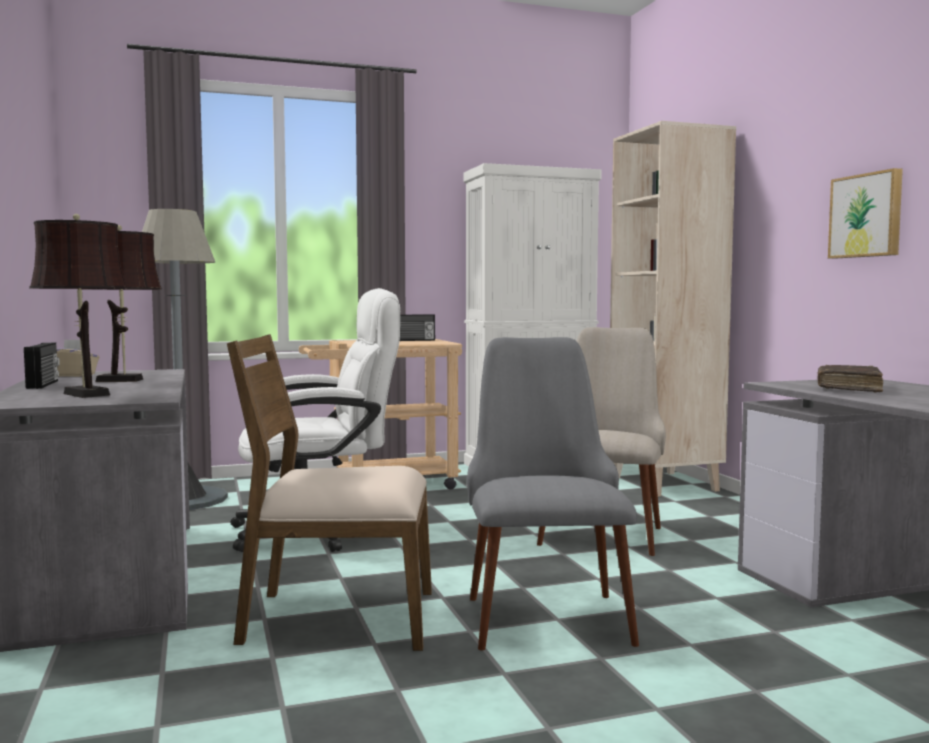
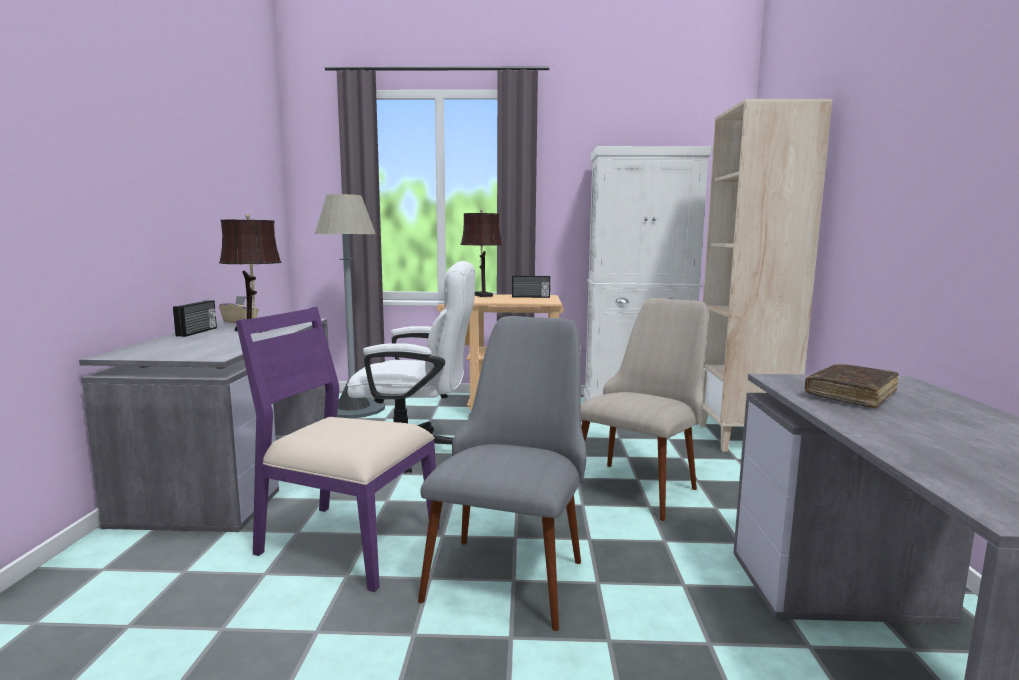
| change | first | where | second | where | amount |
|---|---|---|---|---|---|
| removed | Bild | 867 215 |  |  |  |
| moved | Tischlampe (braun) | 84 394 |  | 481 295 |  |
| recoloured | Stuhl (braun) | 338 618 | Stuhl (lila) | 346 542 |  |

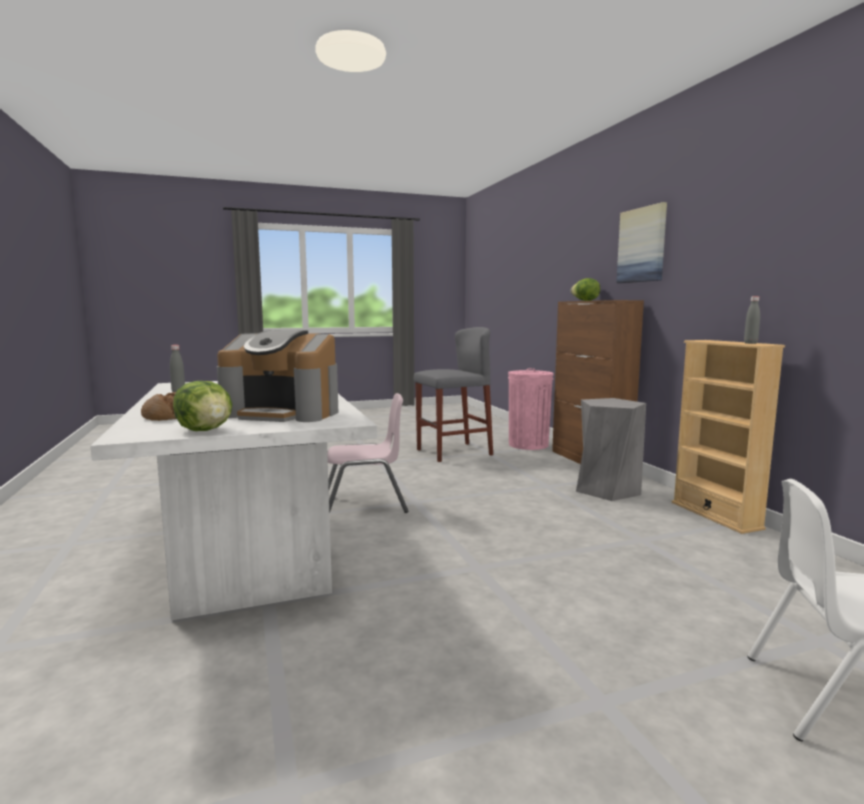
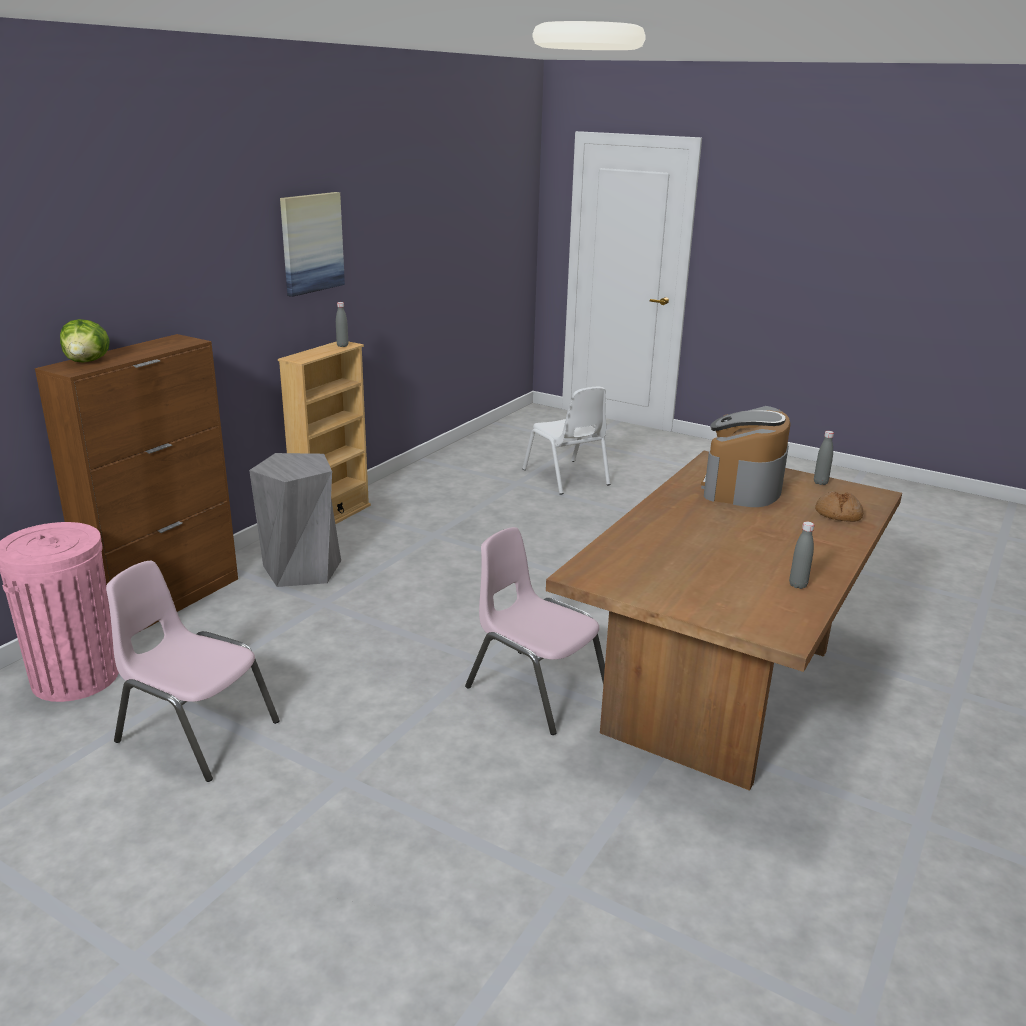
| change | first | where | second | where | amount |
|---|---|---|---|---|---|
| moved | Bild | 642 245 |  | 311 243 |  |
| replaced | Hocker (grau) | 454 452 | Stuhl (rosa) | 197 732 |  |
| turned | Kaffeemaschine | 283 413 |  | 742 486 | 135 degrees counterclockwise |
| recoloured | Esstisch (weiß) | 250 549 | Esstisch (braun) | 722 690 |  |
| replaced | Salatkopf | 206 430 | Flasche (grau) | 820 482 |  |

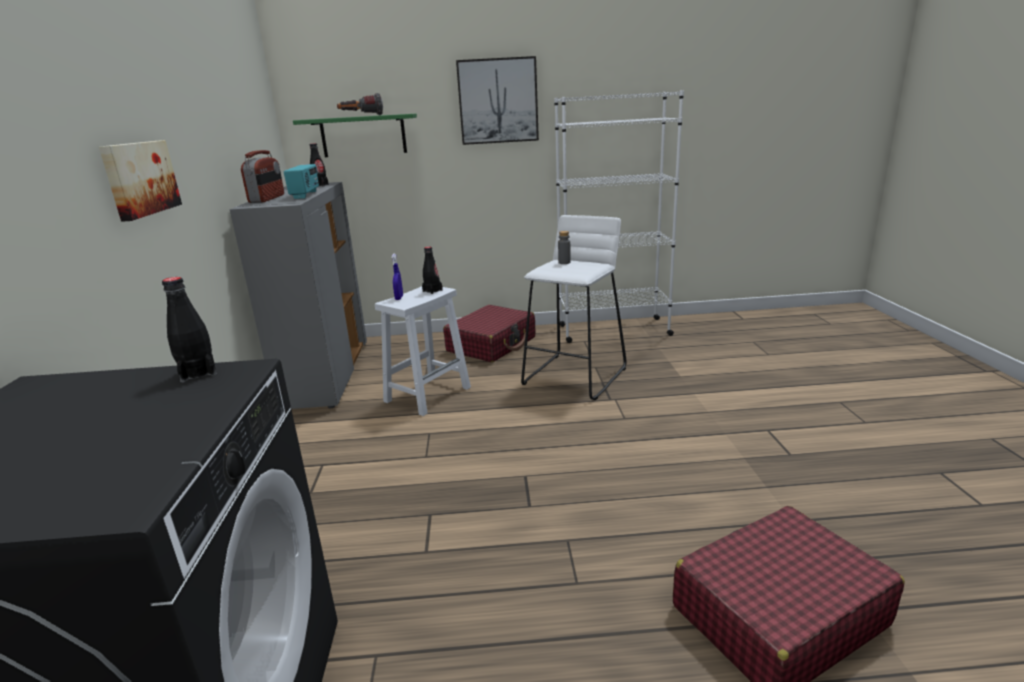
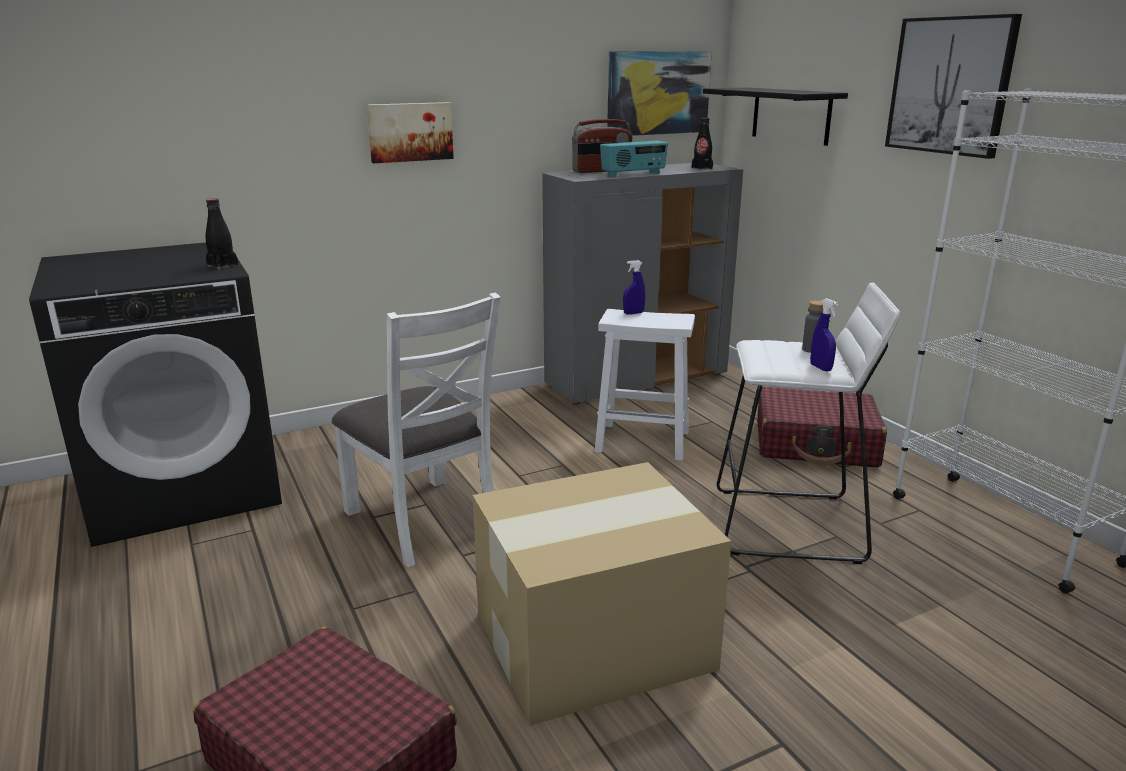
| change | first | where | second | where | amount |
|---|---|---|---|---|---|
| removed | Taschenlampe | 361 116 |  |  |  |
| recoloured | Wandregal (grün) | 363 135 | Wandregal (schwarz) | 791 115 |  |
| removed | Flasche (schwarz) | 432 291 |  |  |  |
| added |  |  | Bild | 658 93 |  |
| added |  |  | Stuhl (weiß) | 424 520 |  |
| added |  |  | Sprühflasche (blau) | 820 368 |  |
| added |  |  | Karton | 597 641 |  |

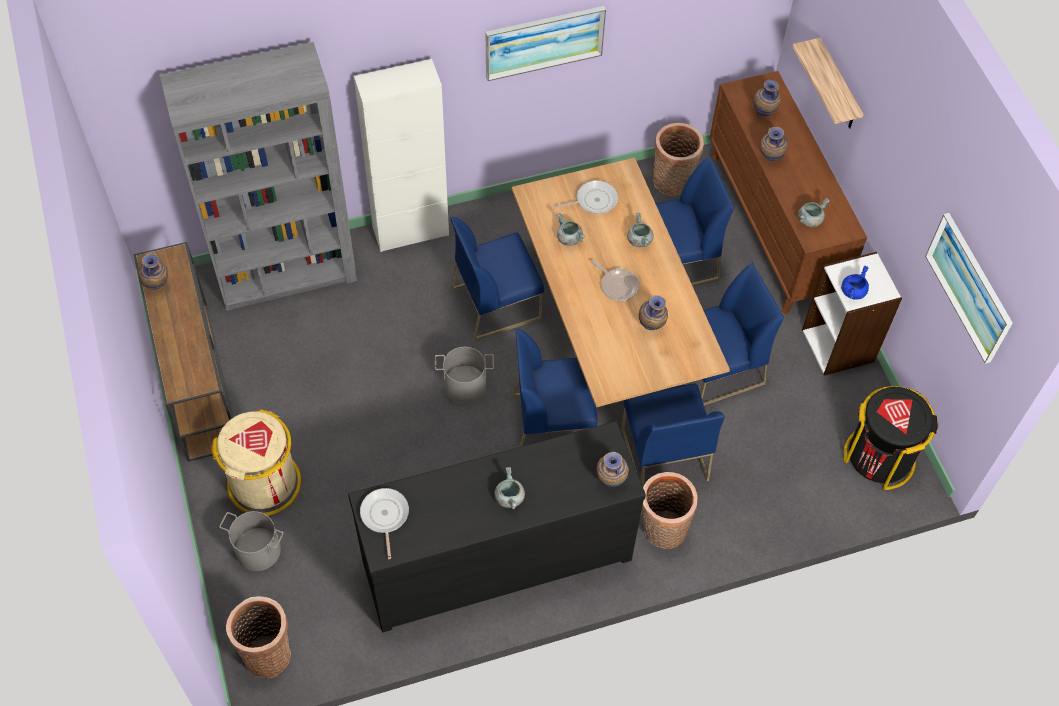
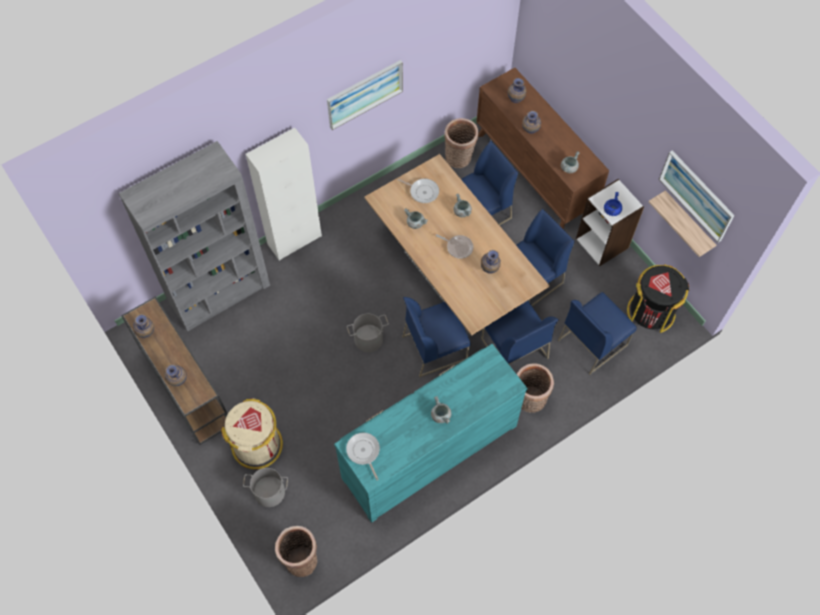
| change | first | where | second | where | amount |
|---|---|---|---|---|---|
| moved | Wandregal | 837 87 |  | 687 223 |  |
| turned | Pfanne | 594 200 |  | 422 191 | 60 degrees clockwise |
| moved | Stuhl (blau) | 496 303 |  | 592 342 |  |
| recoloured | Kommode (schwarz) | 495 558 | Kommode (türkis) | 428 451 |  |
| moved | Vase | 610 481 |  | 178 382 |  |

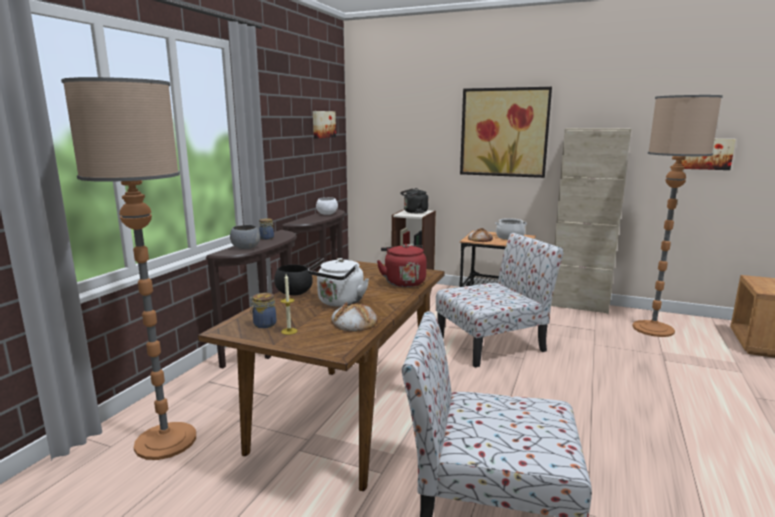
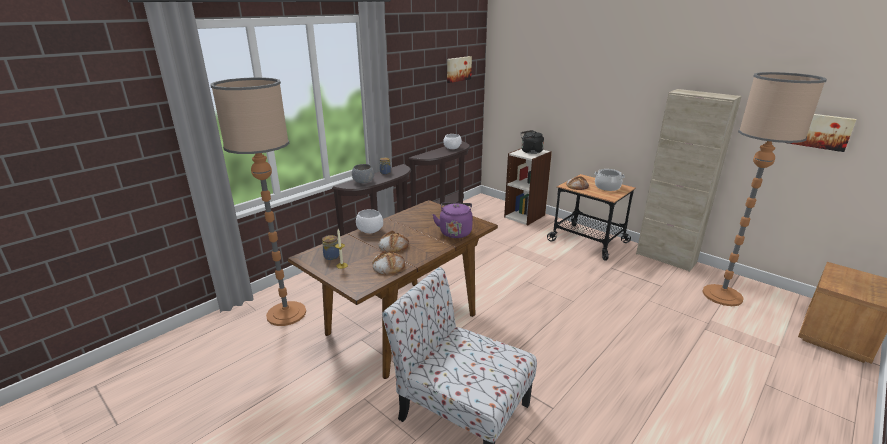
| change | first | where | second | where | amount |
|---|---|---|---|---|---|
| removed | Bild | 504 132 |  |  |  |
| removed | Stuhl | 493 344 |  |  |  |
| recoloured | Wasserkessel (rot) | 403 282 | Wasserkessel (lila) | 455 232 |  |
| replaced | Wasserkessel (weiß) | 339 302 | Brot | 393 245 |  |
| recoloured | Schüssel (schwarz) | 294 293 | Schüssel (weiß) | 370 231 |  |

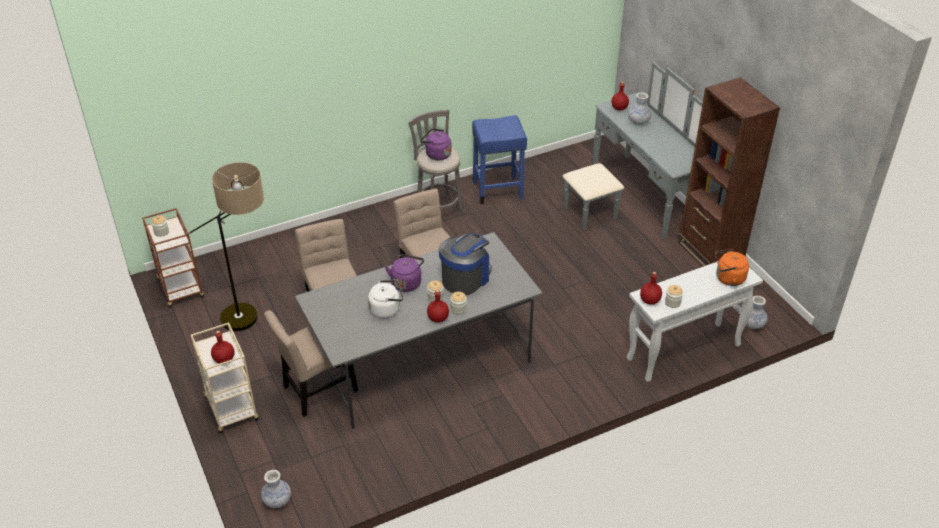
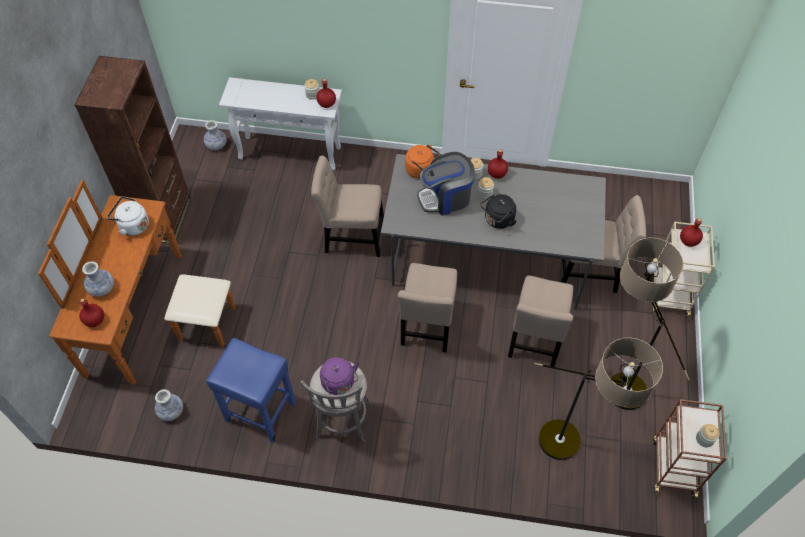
| change | first | where | second | where | amount |
|---|---|---|---|---|---|
| recoloured | Kommode (grau) | 632 199 | Kommode (braun) | 151 315 |  |
| moved | Wasserkessel (orange) | 728 278 |  | 421 170 |  |
| recoloured | Wasserkessel (lila) | 406 282 | Wasserkessel (schwarz) | 498 220 |  |
| moved | Wasserkessel (weiß) | 386 309 |  | 132 225 |  |
| moved | Vase | 277 500 |  | 171 411 |  |
| added |  |  | Stuhl (beige) | 351 238 |  |
| added |  |  | Stehlampe | 573 450 |  |

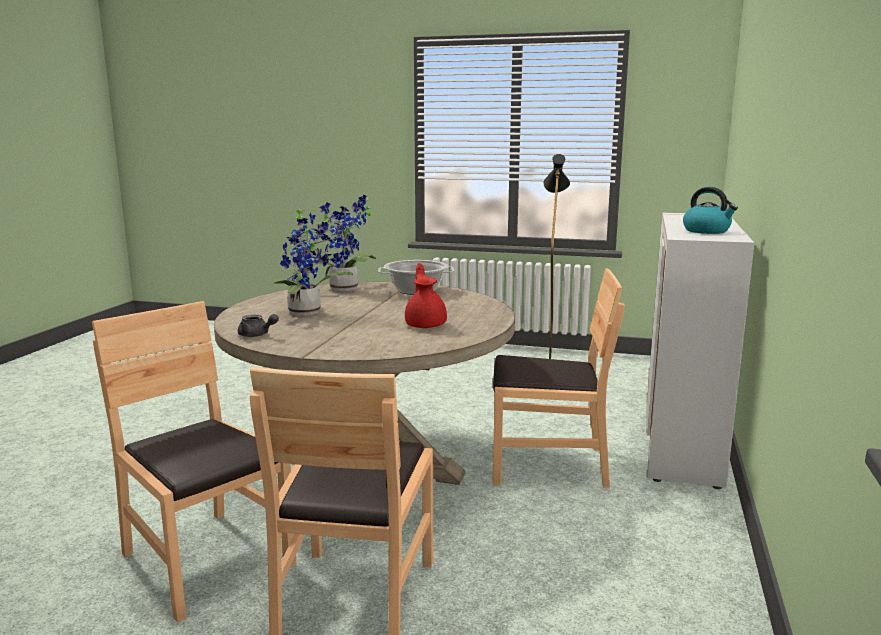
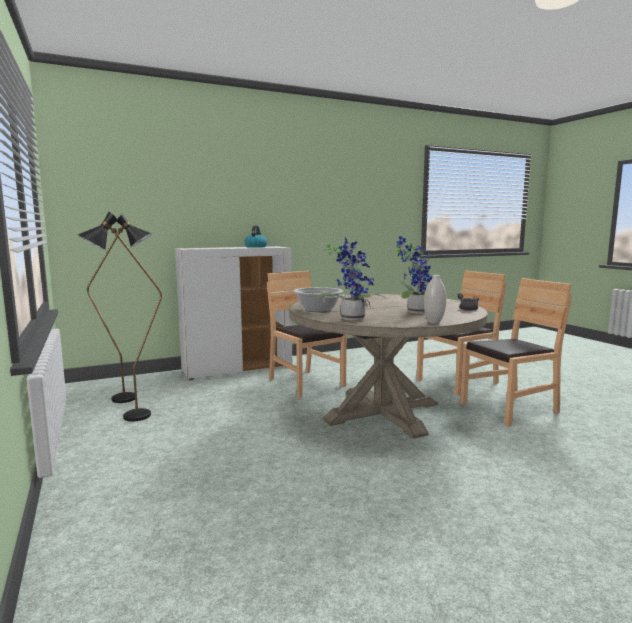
| change | first | where | second | where | amount |
|---|---|---|---|---|---|
| removed | Teekanne (rot) | 426 324 |  |  |  |
| turned | Stuhl (braun) | 205 560 |  | 509 408 | 120 degrees counterclockwise |
| added |  |  | Stehlampe (schwarz) | 134 398 |  |
| added |  |  | Vase (weiß) | 434 322 |  |

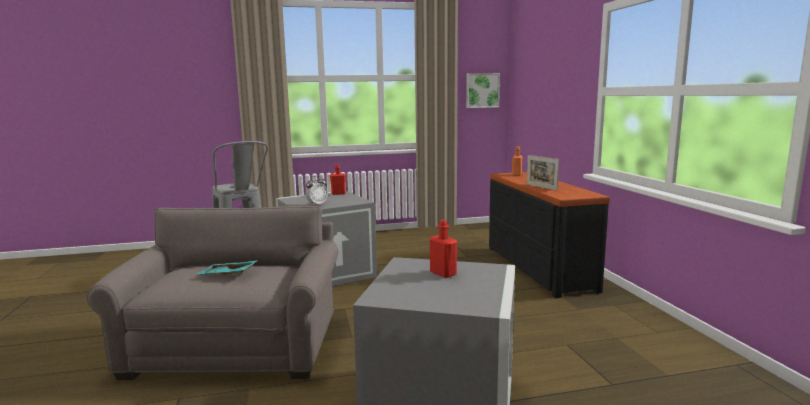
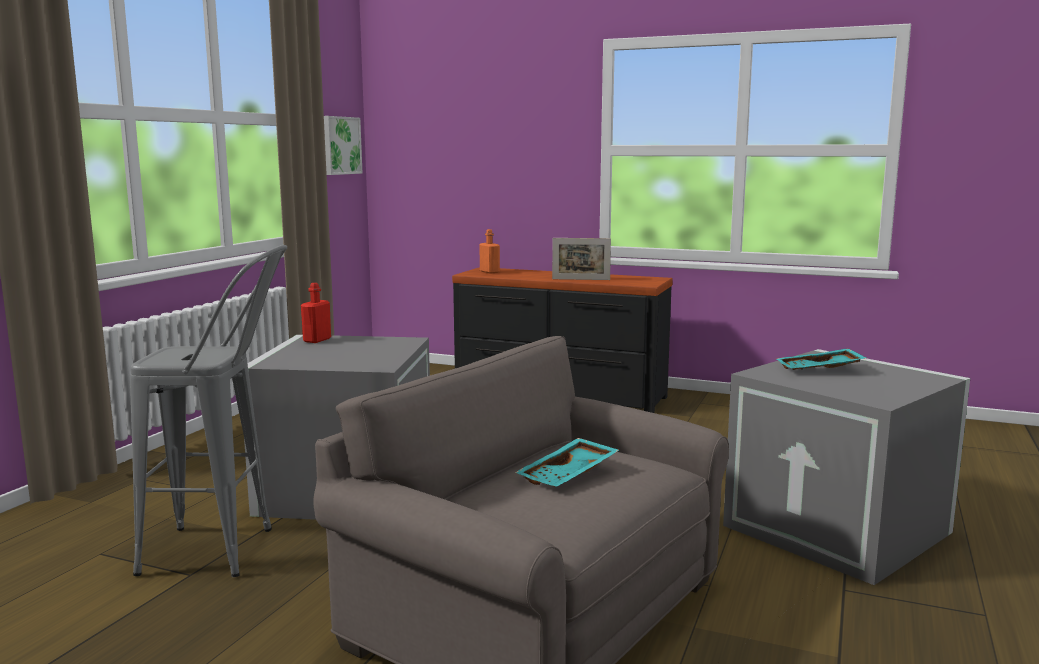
| change | first | where | second | where | amount |
|---|---|---|---|---|---|
| removed | Wecker | 317 204 |  |  |  |
| replaced | Flasche (rot) | 443 273 | Tablett (türkis) | 820 370 |  |

